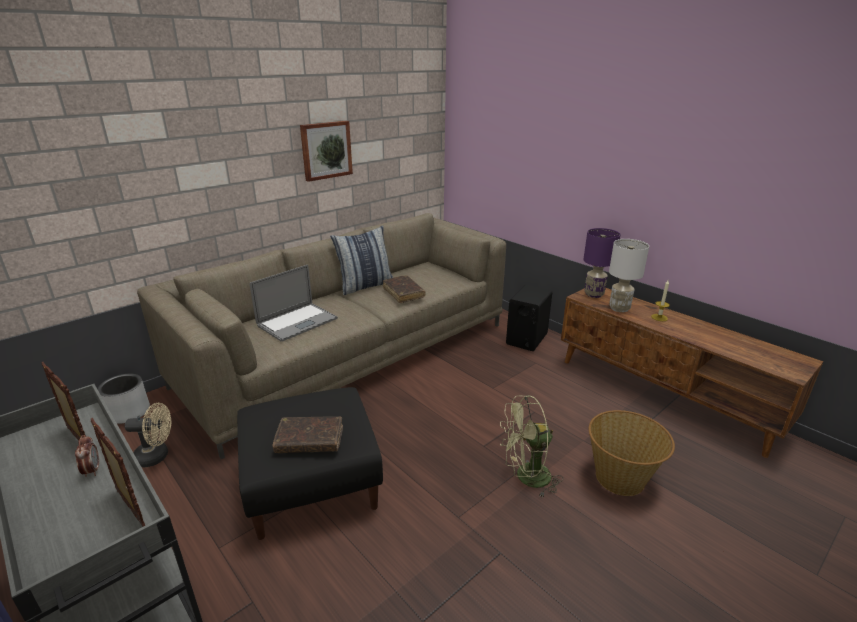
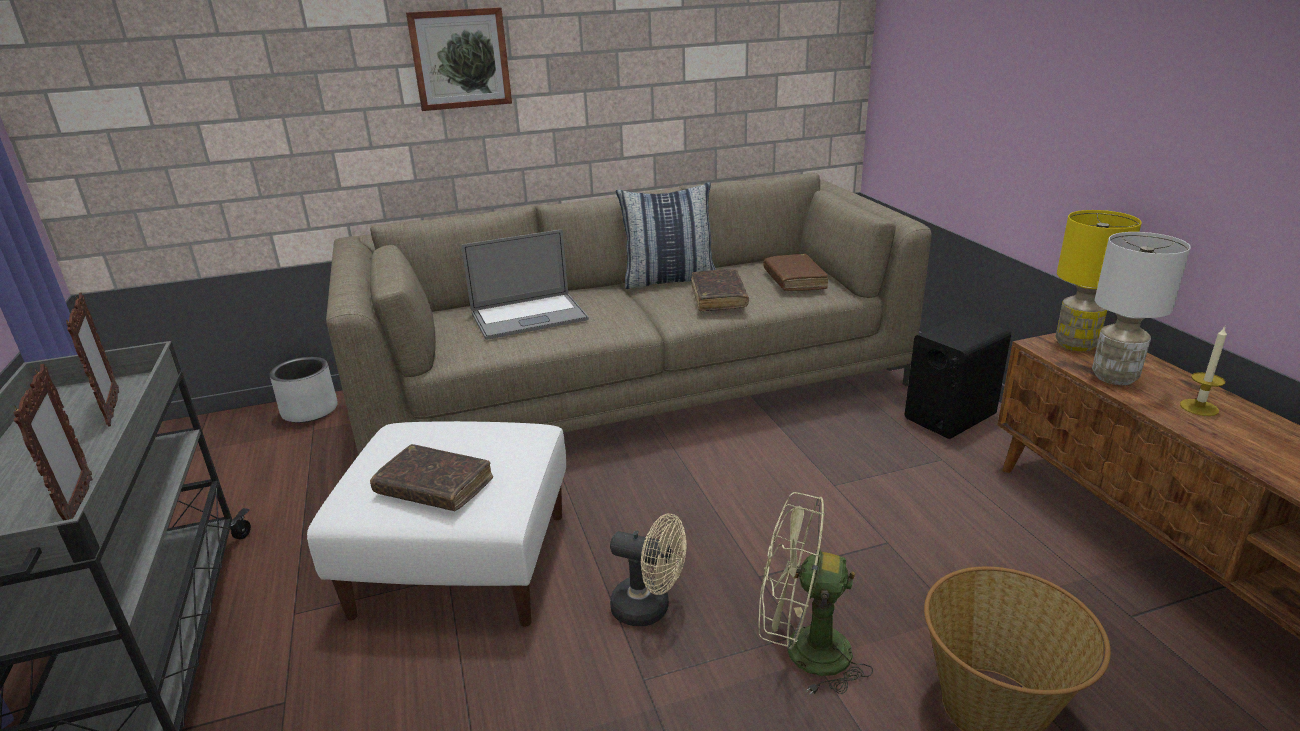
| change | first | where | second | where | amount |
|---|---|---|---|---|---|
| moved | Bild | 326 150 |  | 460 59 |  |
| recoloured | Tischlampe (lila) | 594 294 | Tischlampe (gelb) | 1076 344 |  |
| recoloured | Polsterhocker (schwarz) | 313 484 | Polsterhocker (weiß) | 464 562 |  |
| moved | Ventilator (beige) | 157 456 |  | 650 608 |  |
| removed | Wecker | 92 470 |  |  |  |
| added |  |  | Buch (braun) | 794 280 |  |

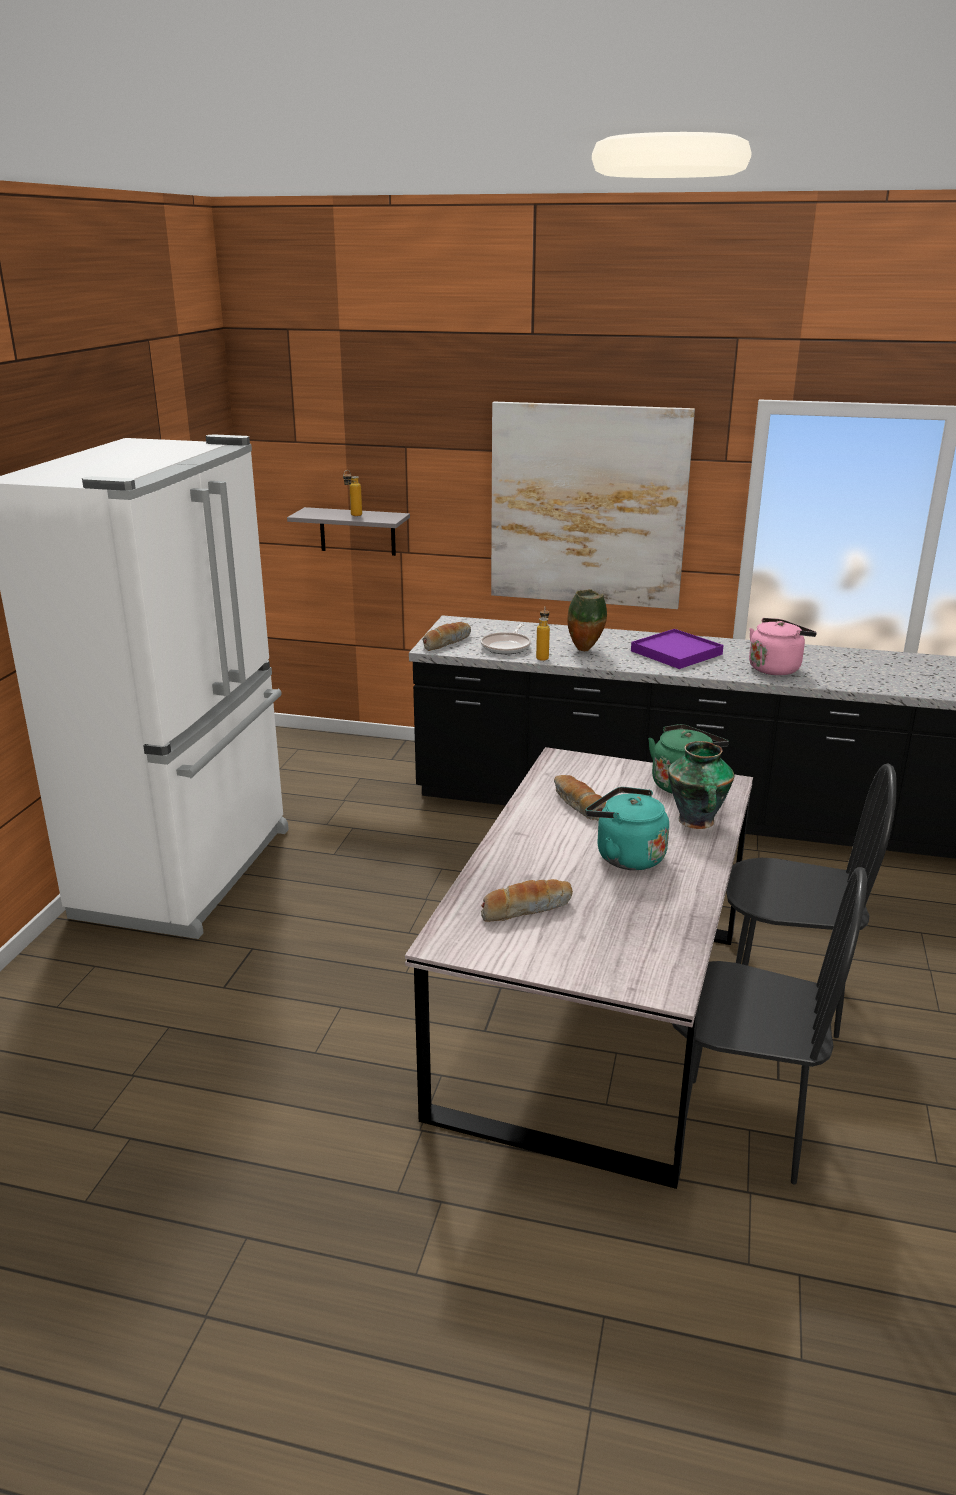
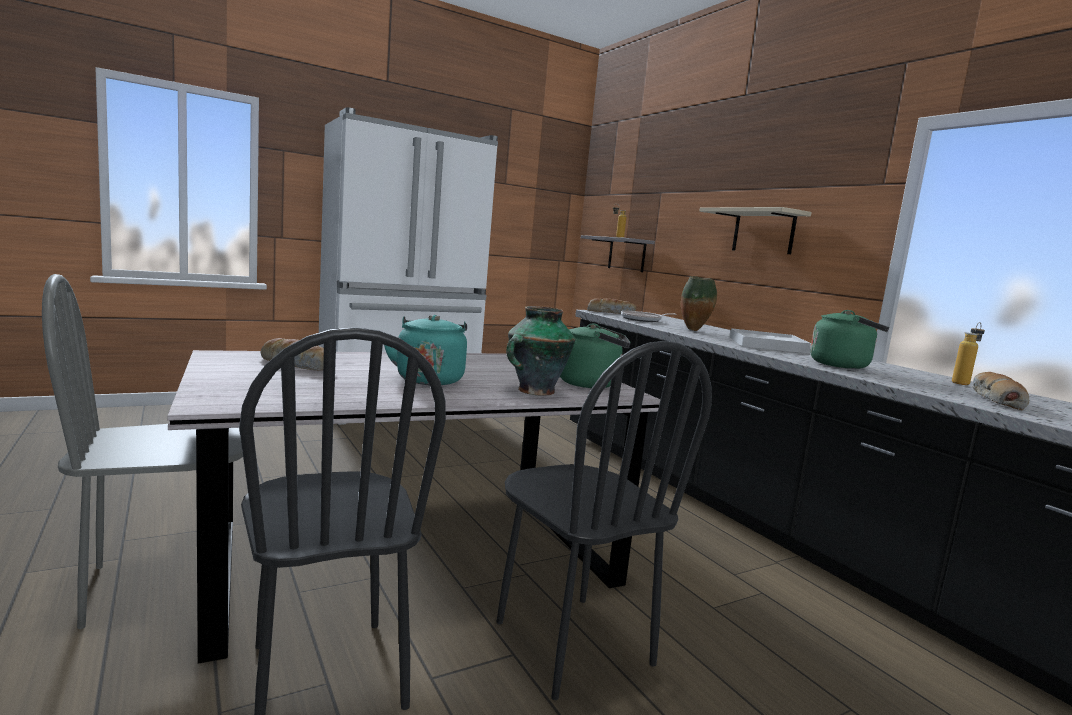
| change | first | where | second | where | amount |
|---|---|---|---|---|---|
| replaced | Bild | 587 506 | Wandregal (beige) | 763 232 |  |
| moved | Flasche | 542 656 |  | 962 383 |  |
| recoloured | Wasserkessel (rosa) | 776 668 | Wasserkessel (grün) | 843 365 |  |
| recoloured | Tablett (lila) | 676 653 | Tablett (weiß) | 767 345 |  |
| moved | Brot | 579 805 |  | 994 400 |  |
| added |  |  | Stuhl (grau) | 157 584 |  |

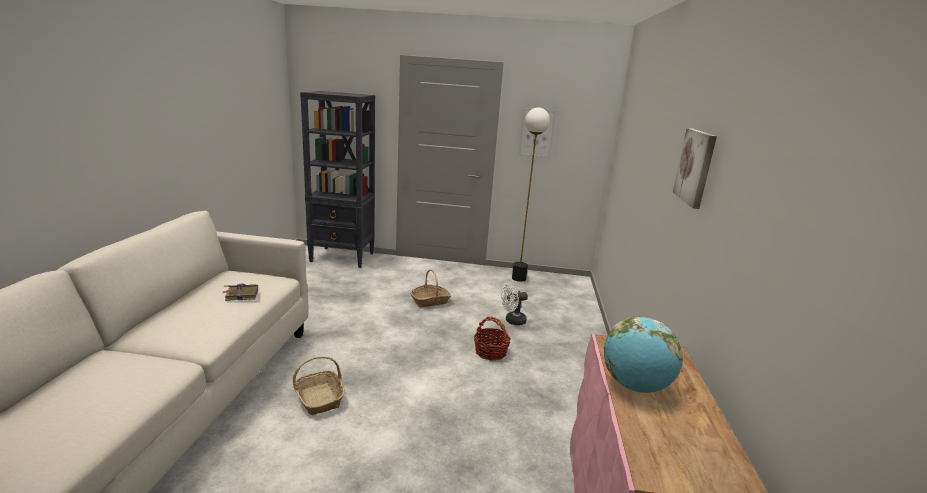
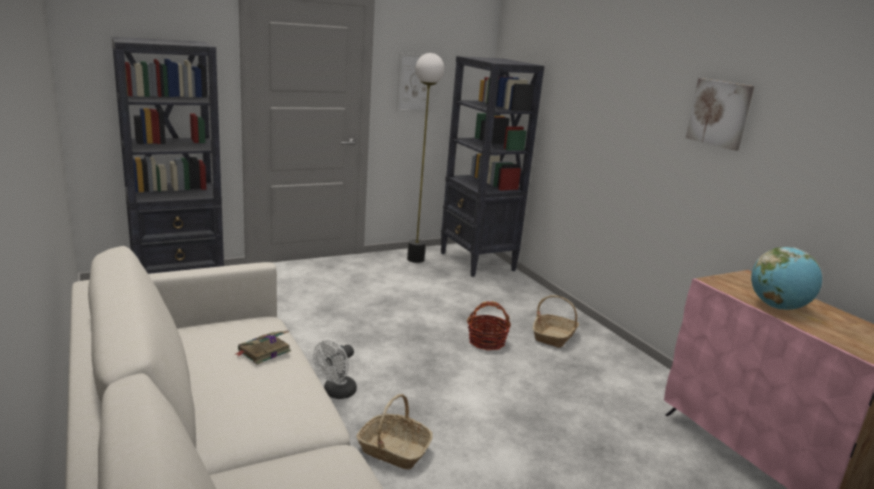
| change | first | where | second | where | amount |
|---|---|---|---|---|---|
| moved | Korb | 430 301 |  | 554 336 |  |
| moved | Ventilator (weiß) | 512 321 |  | 336 393 |  |
| added |  |  | Bücherregal (schwarz) | 477 262 |  |

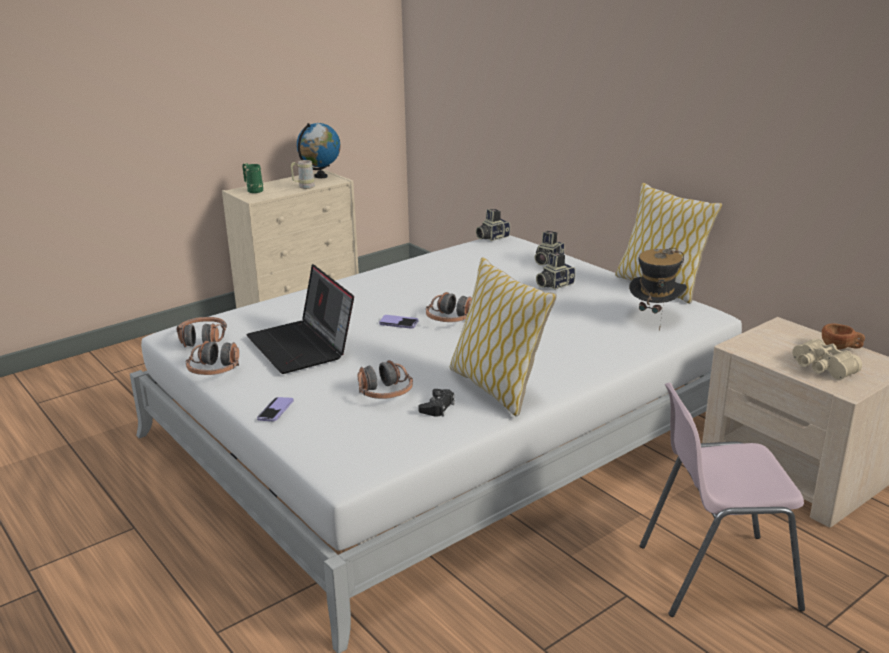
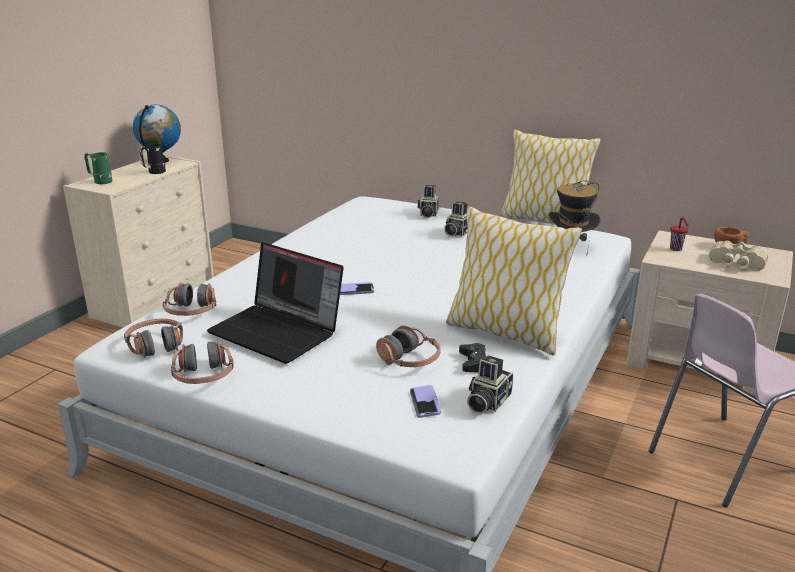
| change | first | where | second | where | amount |
|---|---|---|---|---|---|
| recoloured | Henkelbecher (beige) | 303 187 | Henkelbecher (schwarz) | 154 172 |  |
| moved | Kamera | 491 237 |  | 487 402 |  |
| moved | Kopfhörer | 450 319 |  | 192 311 |  |
| moved | Handy | 275 410 |  | 425 402 |  |
| added |  |  | Tasse (rot) | 676 249 |  |

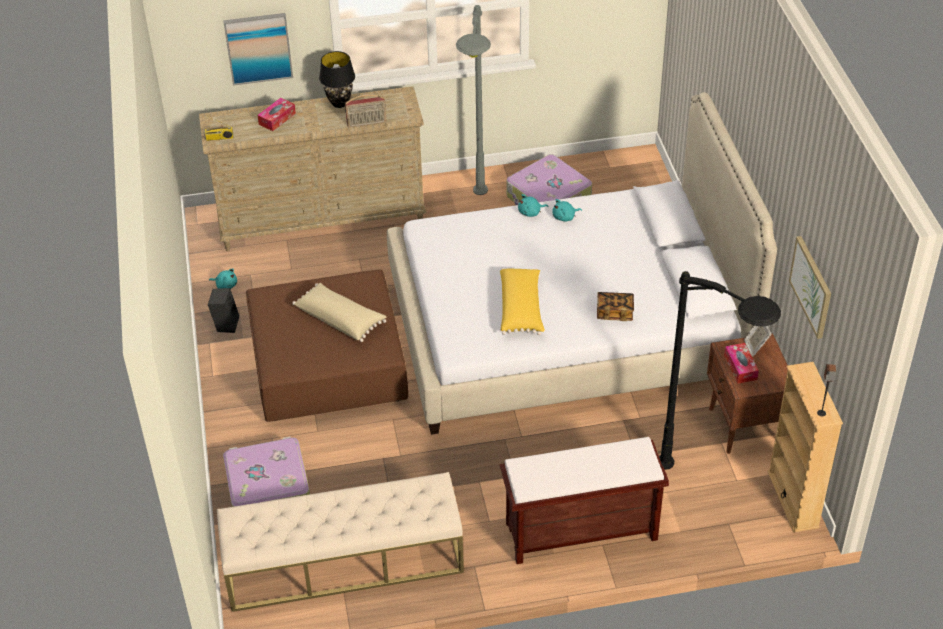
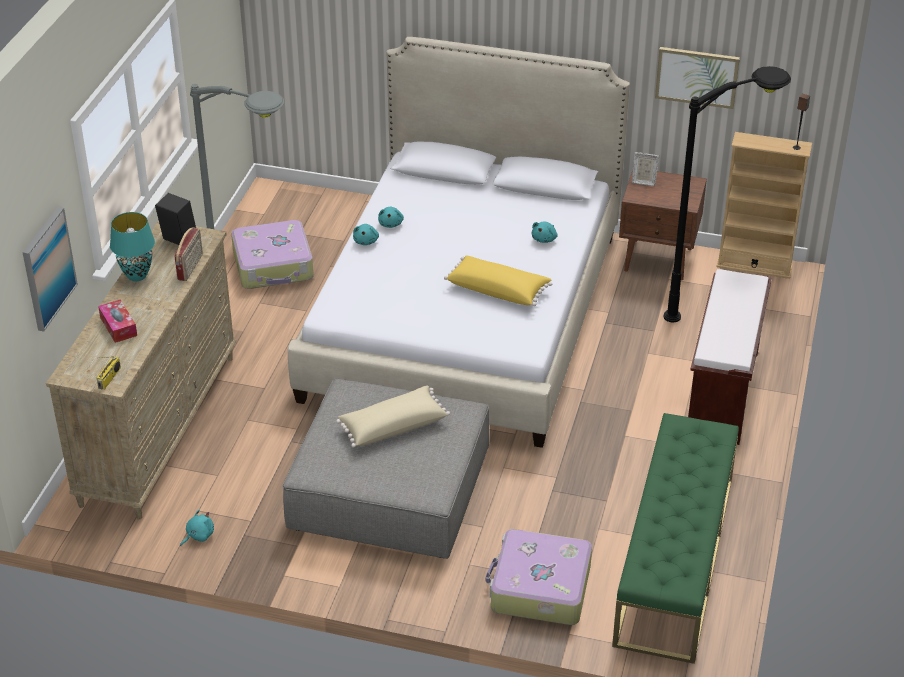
| change | first | where | second | where | amount |
|---|---|---|---|---|---|
| recoloured | Tischlampe (schwarz) | 339 104 | Tischlampe (türkis) | 137 276 |  |
| recoloured | Polsterhocker (braun) | 328 364 | Polsterhocker (grau) | 390 490 |  |
| moved | Lautsprecher (schwarz) | 225 324 |  | 177 240 |  |
| replaced | Buch | 614 313 | Plüschtier (türkis) | 544 239 |  |
| removed | Taschentuchbox | 740 367 |  |  |  |
| recoloured | Bank (beige) | 343 563 | Bank (grün) | 674 560 |  |

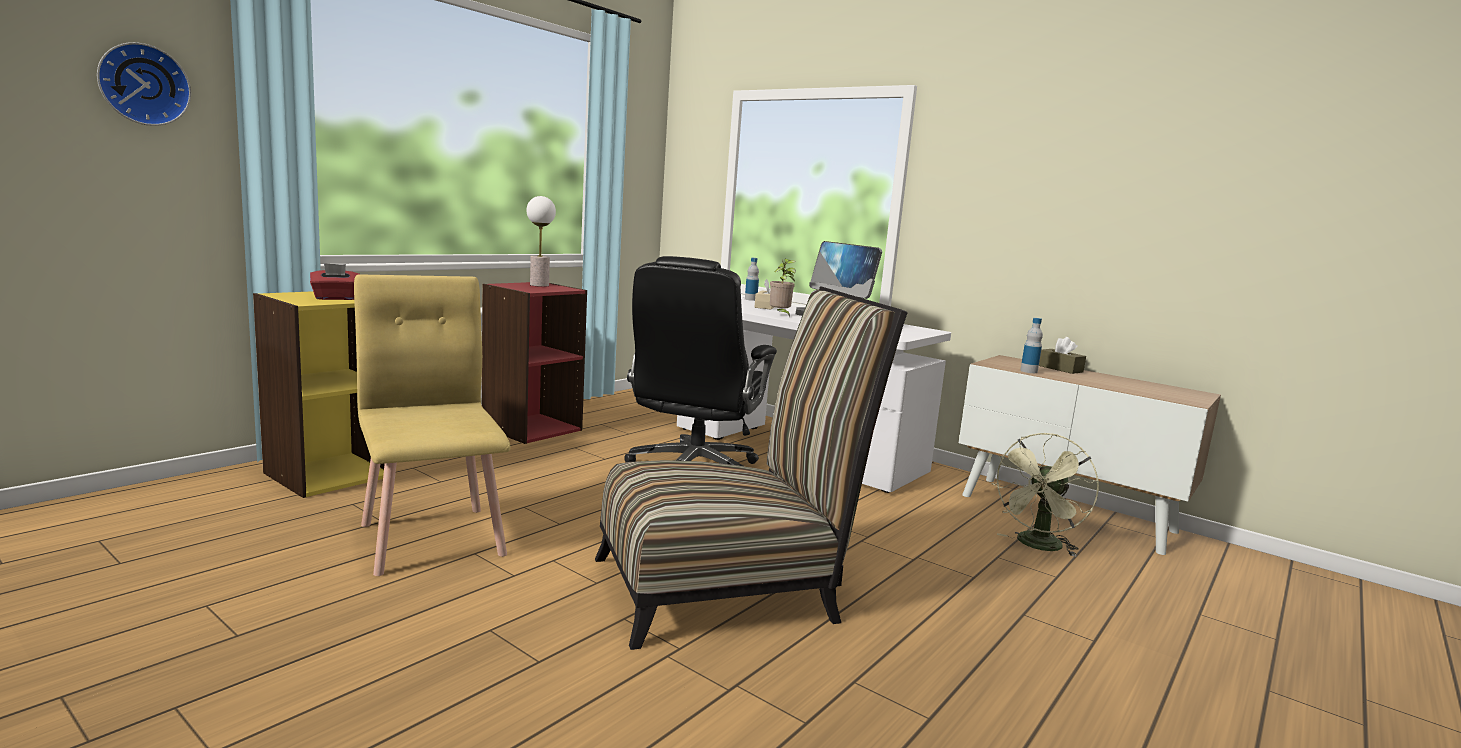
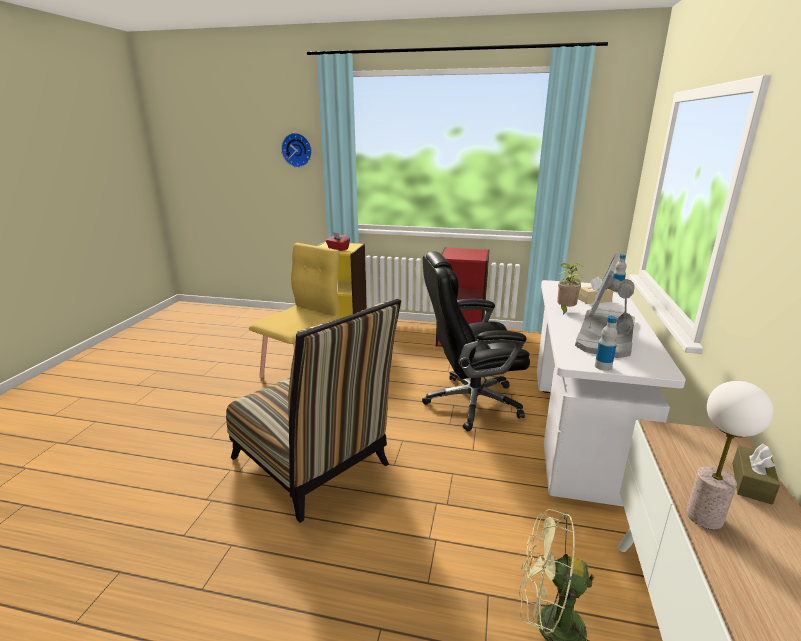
| change | first | where | second | where | amount |
|---|---|---|---|---|---|
| moved | Tischlampe | 539 285 |  | 703 516 |  |
| moved | Flasche | 1028 371 |  | 603 366 |  |

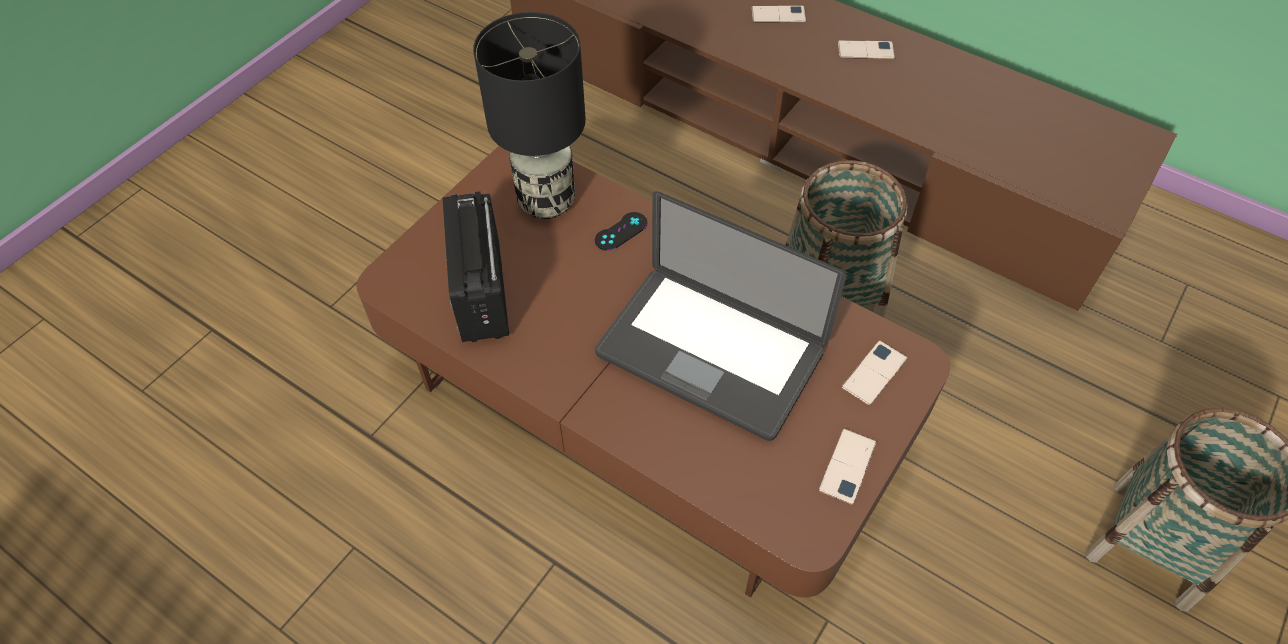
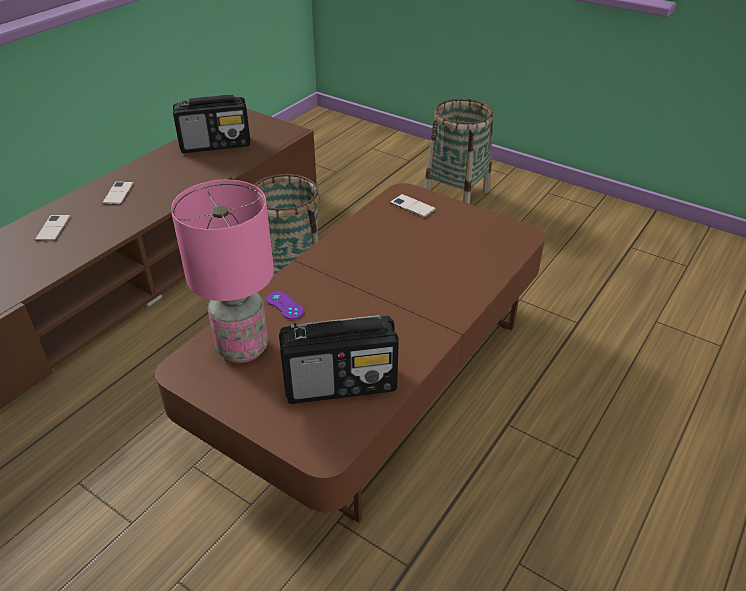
| change | first | where | second | where | amount |
|---|---|---|---|---|---|
| recoloured | Tischlampe (schwarz) | 545 202 | Tischlampe (rosa) | 243 349 |  |
| removed | Laptop | 709 353 |  |  |  |
| recoloured | Gamepad (schwarz) | 621 231 | Gamepad (lila) | 284 305 |  |
| removed | Handy | 847 466 |  |  |  |
| added |  |  | Radio | 216 145 |  |

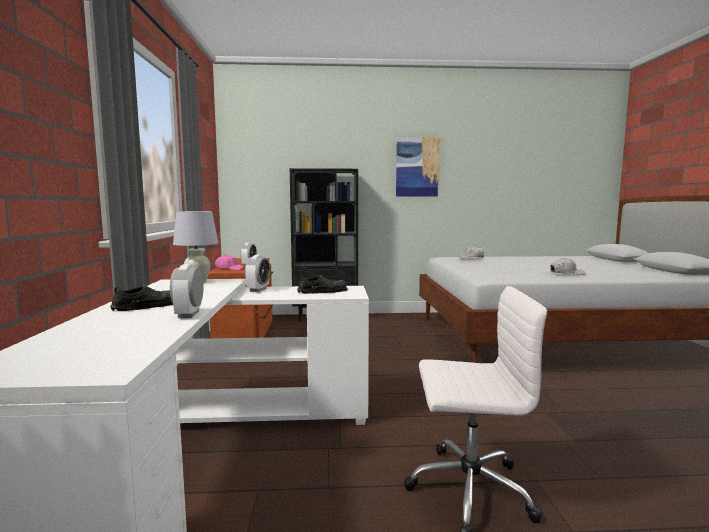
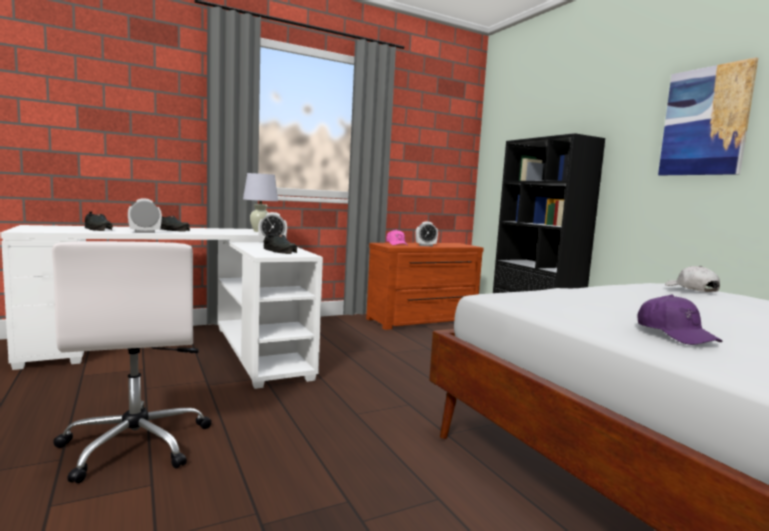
| change | first | where | second | where | amount |
|---|---|---|---|---|---|
| recoloured | Kappe (weiß) | 566 273 | Kappe (lila) | 675 334 |  |
| added |  |  | Schuh (schwarz) | 98 229 |  |

